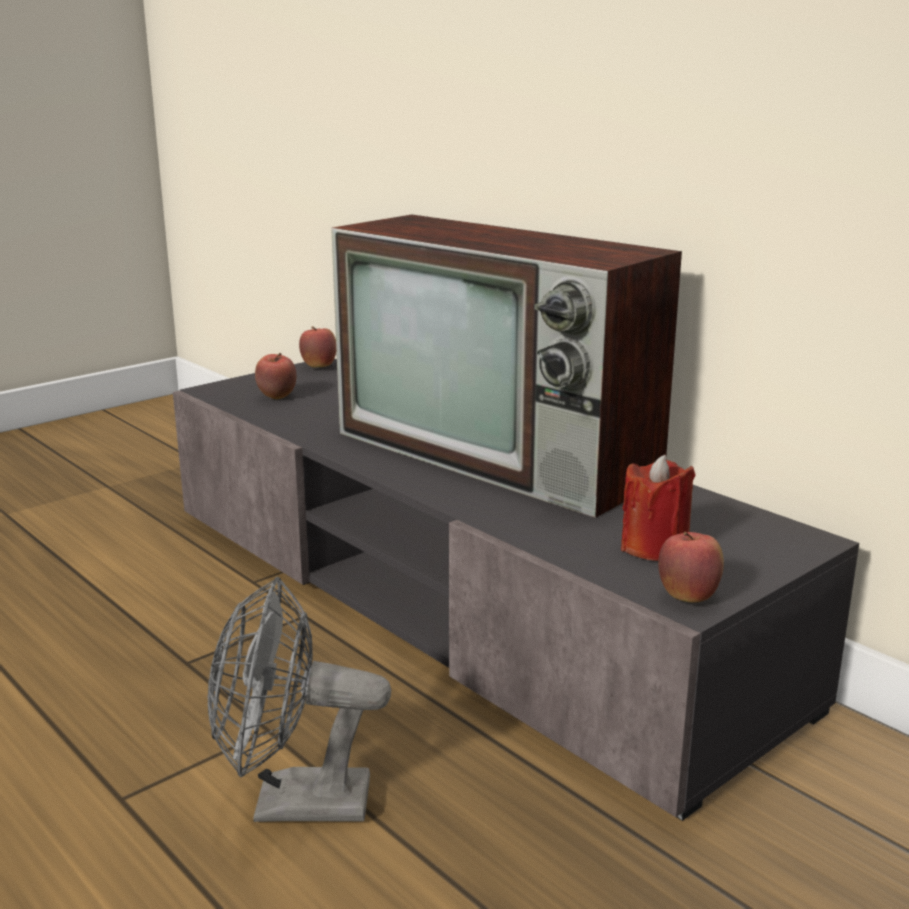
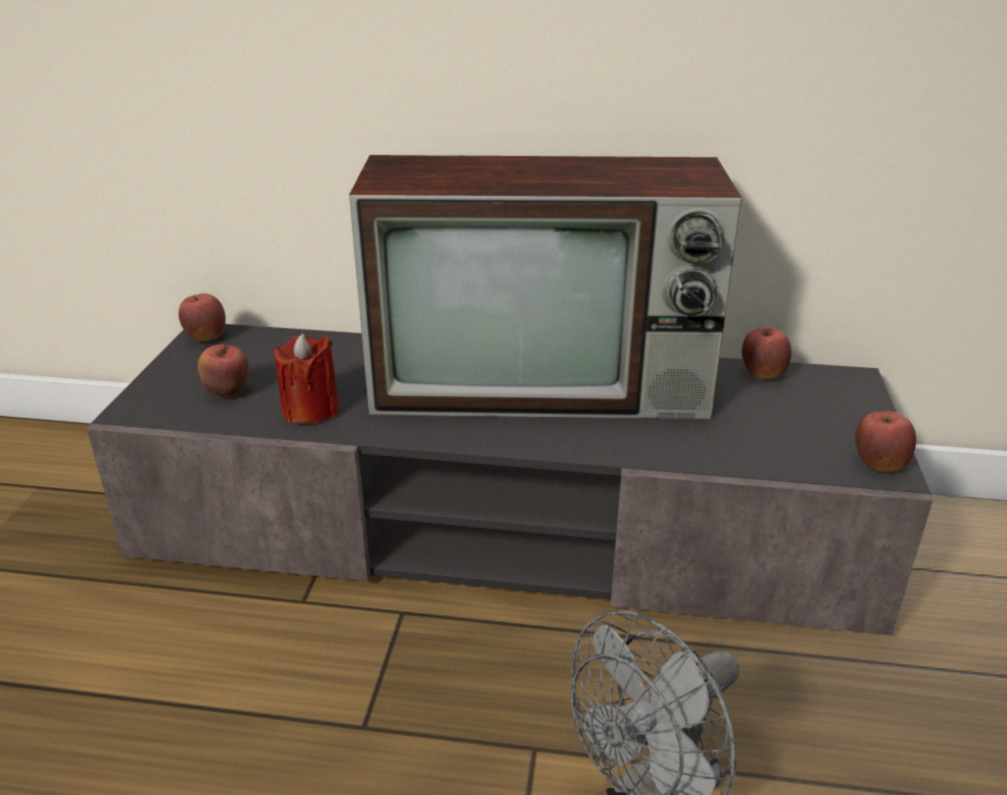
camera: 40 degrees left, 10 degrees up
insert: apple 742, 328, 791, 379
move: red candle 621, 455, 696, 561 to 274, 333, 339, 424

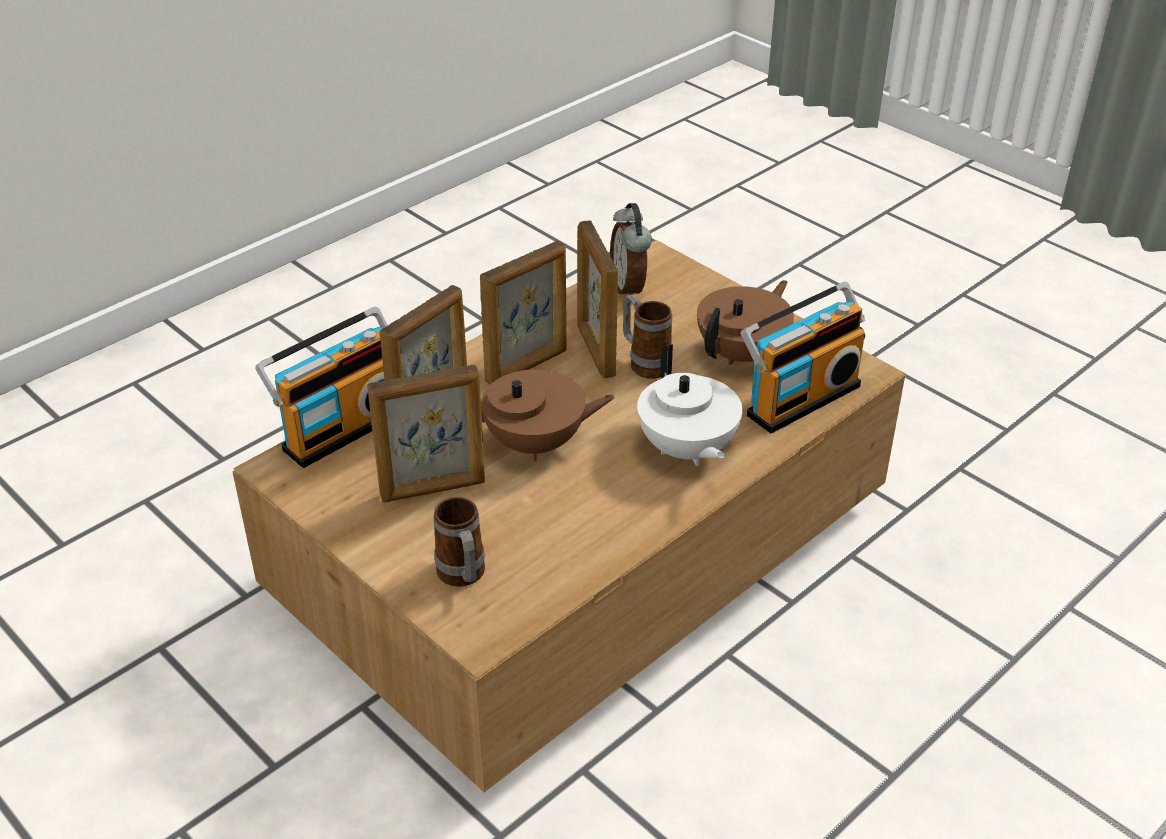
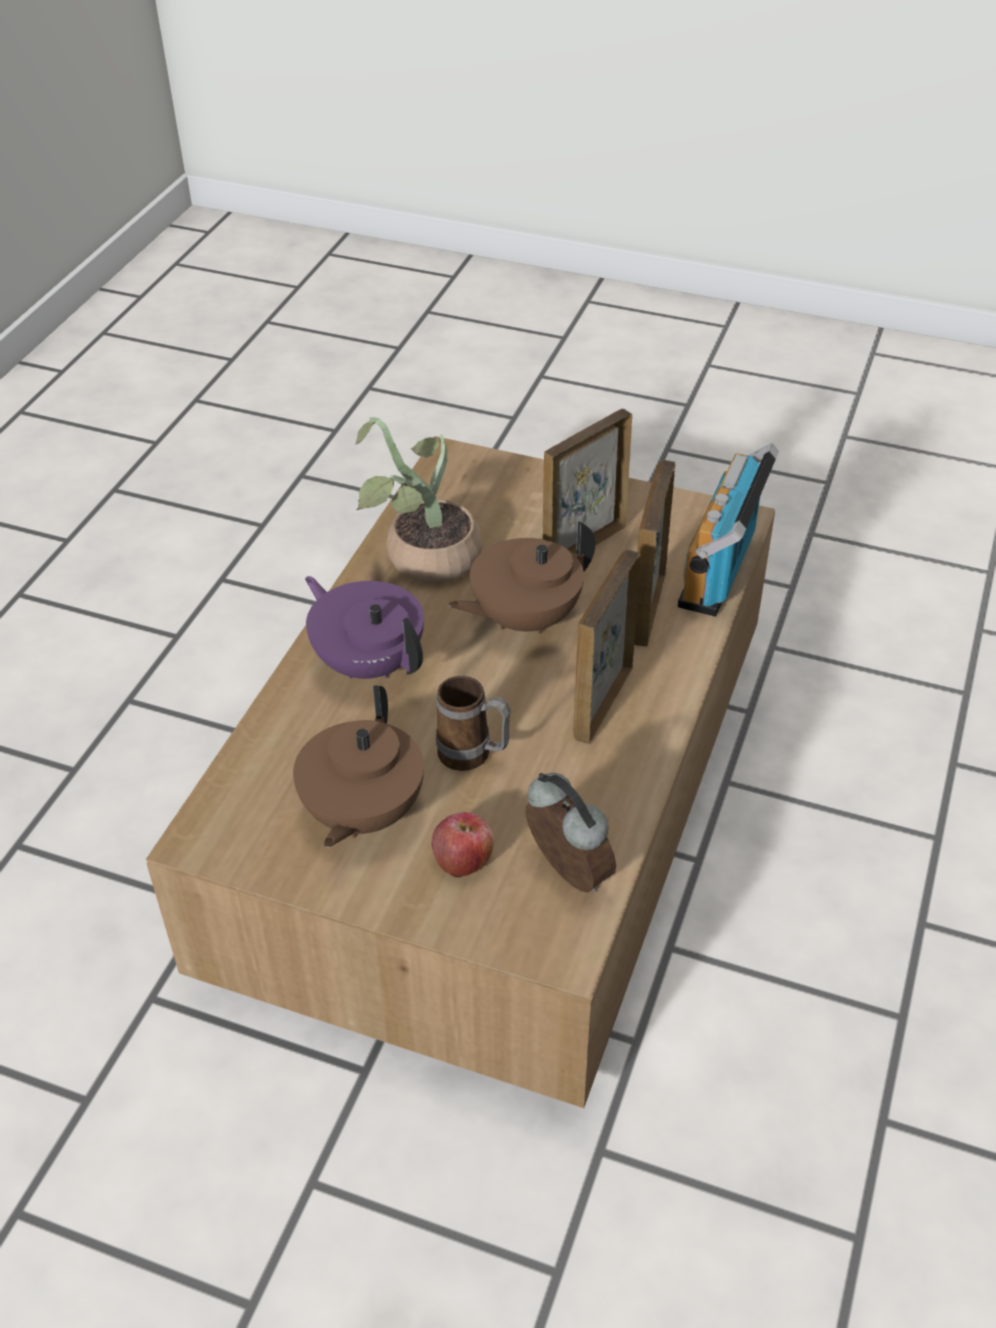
camera: 155 degrees right, 5 degrees up
delete: mug 434, 497, 485, 587; picture frame 577, 220, 618, 378; radio 741, 281, 865, 434
insert: potted plant 356, 417, 482, 583; apple 431, 812, 494, 877
recolor: white teapot 637, 344, 743, 466 to purple teapot 305, 576, 424, 679

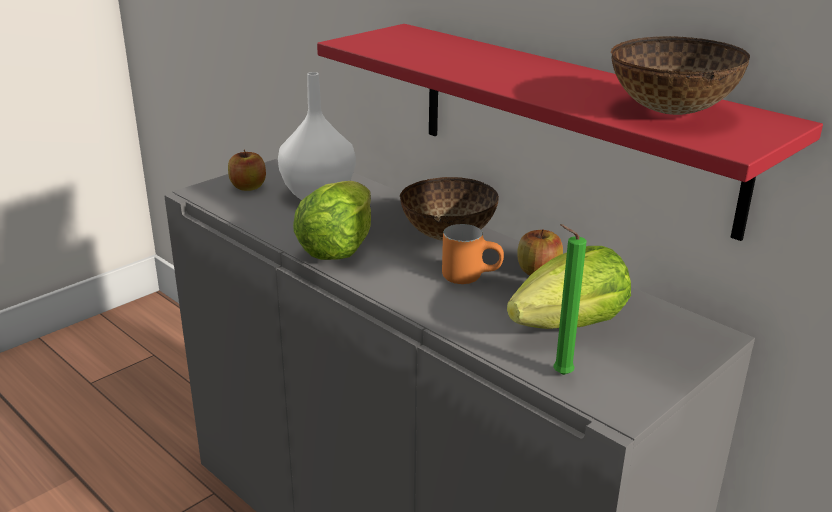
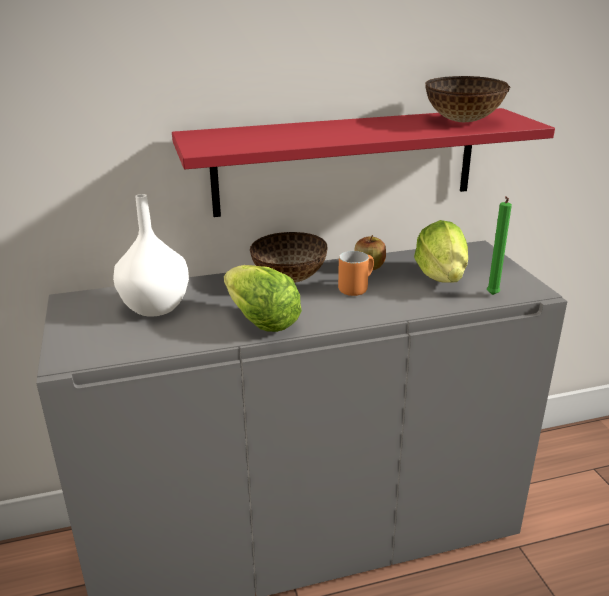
camera: 60 degrees left, 0 degrees up
delete: apple 228, 150, 266, 191

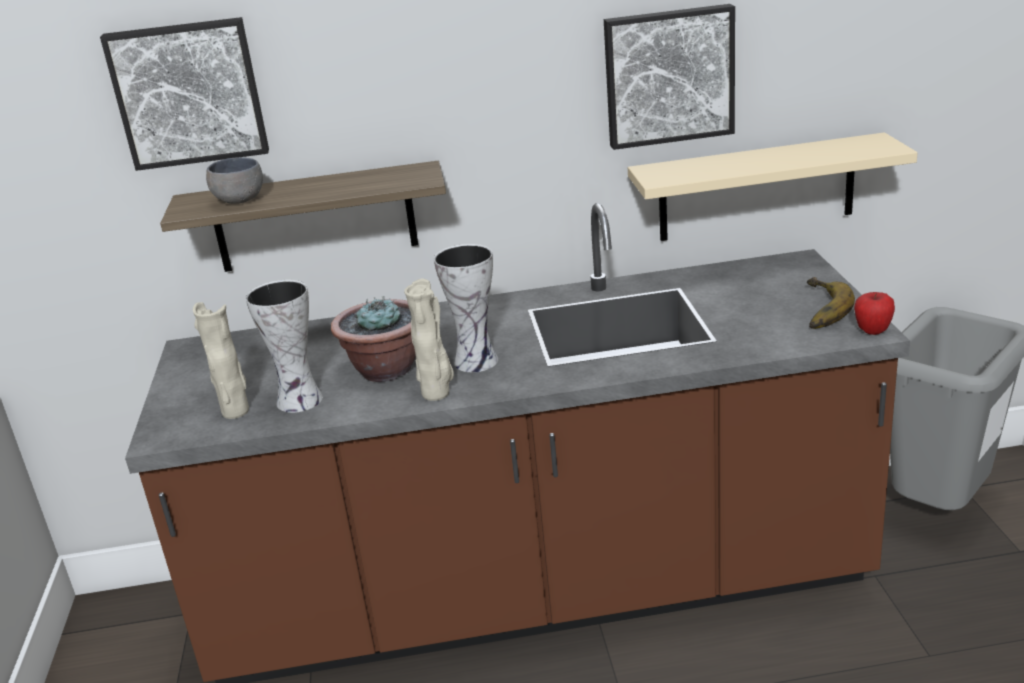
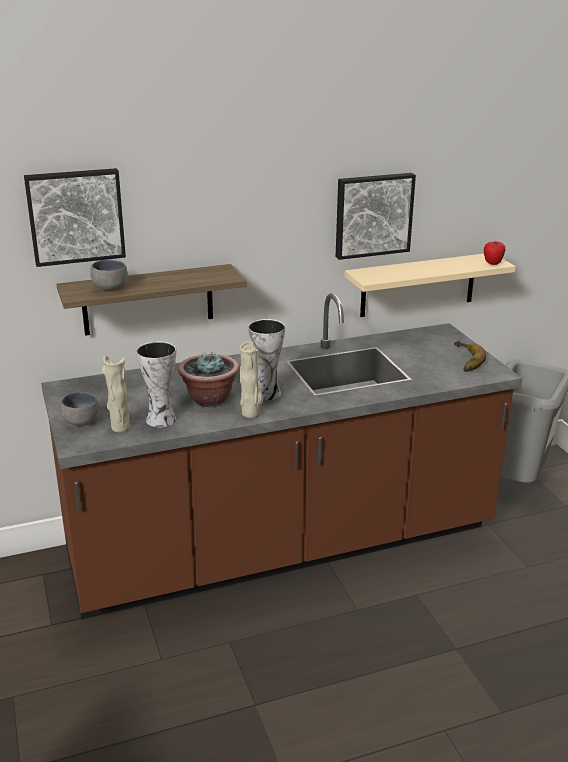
camera: 15 degrees left, 0 degrees up
insert: grey bowl 60, 392, 99, 426
move: apple 854, 292, 895, 335 to 484, 242, 505, 265

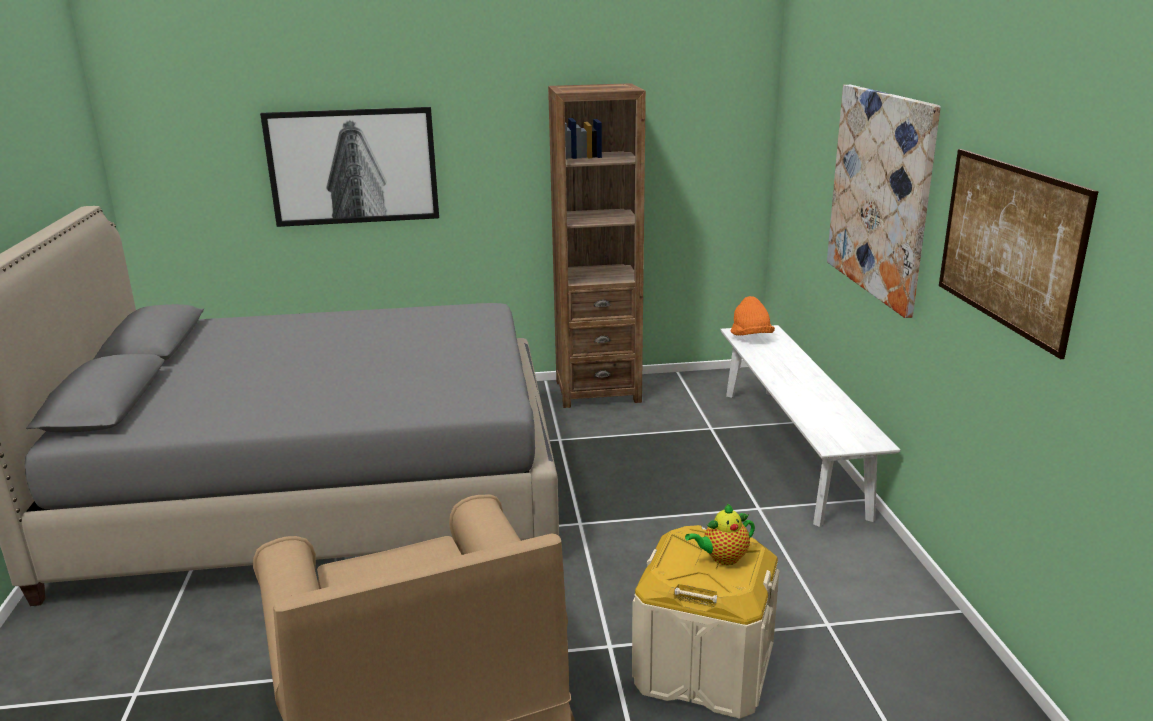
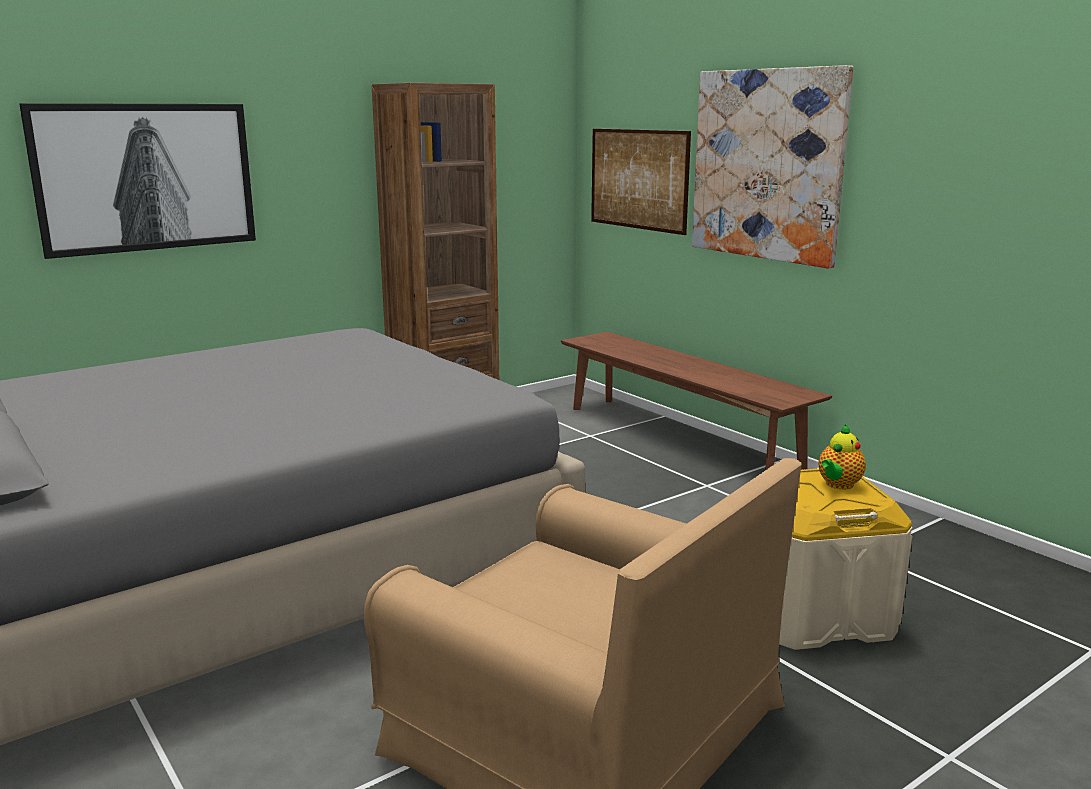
camera: 30 degrees left, 5 degrees down
delete: orange hat 731, 296, 775, 335
move: picture 939, 149, 1098, 359 to 591, 129, 691, 235
recolor: white bench 721, 325, 900, 527 to brown bench 561, 332, 832, 470

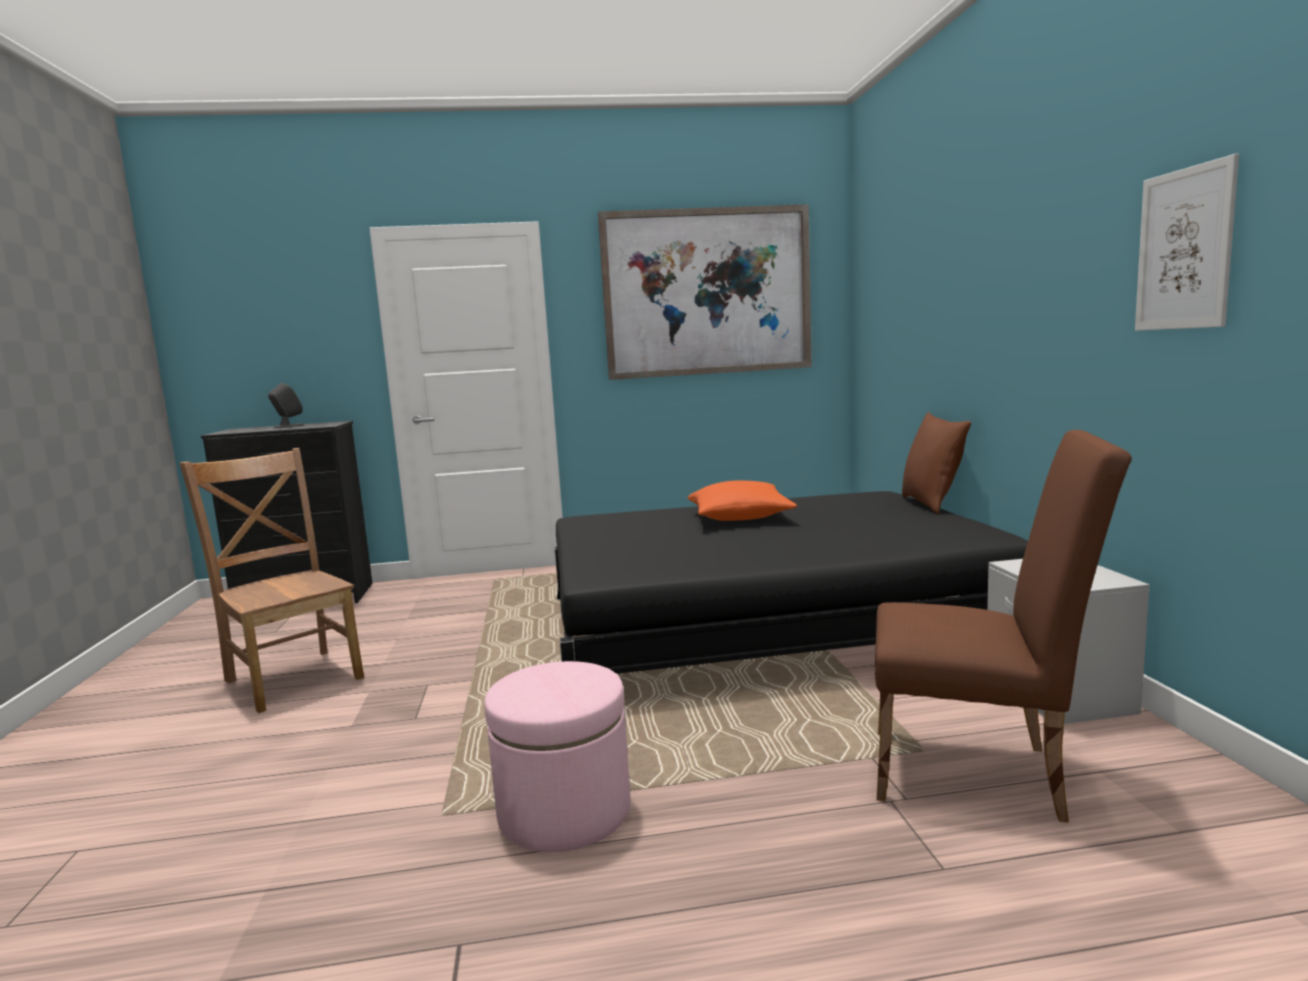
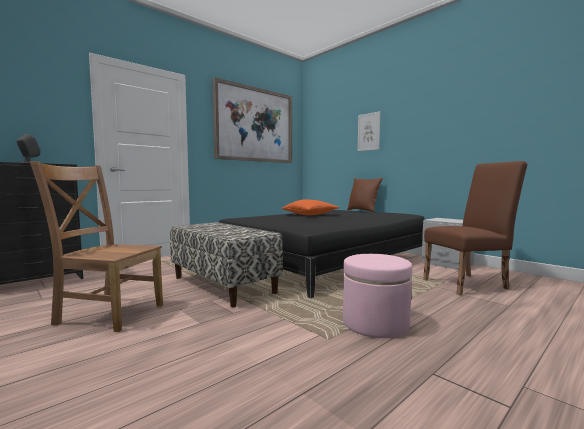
camera: 35 degrees left, 5 degrees down
insert: bench 170, 222, 283, 307
move: picture 1135, 154, 1239, 331 to 358, 111, 380, 151

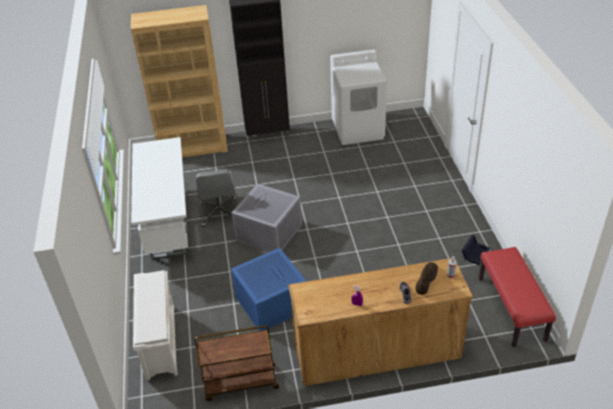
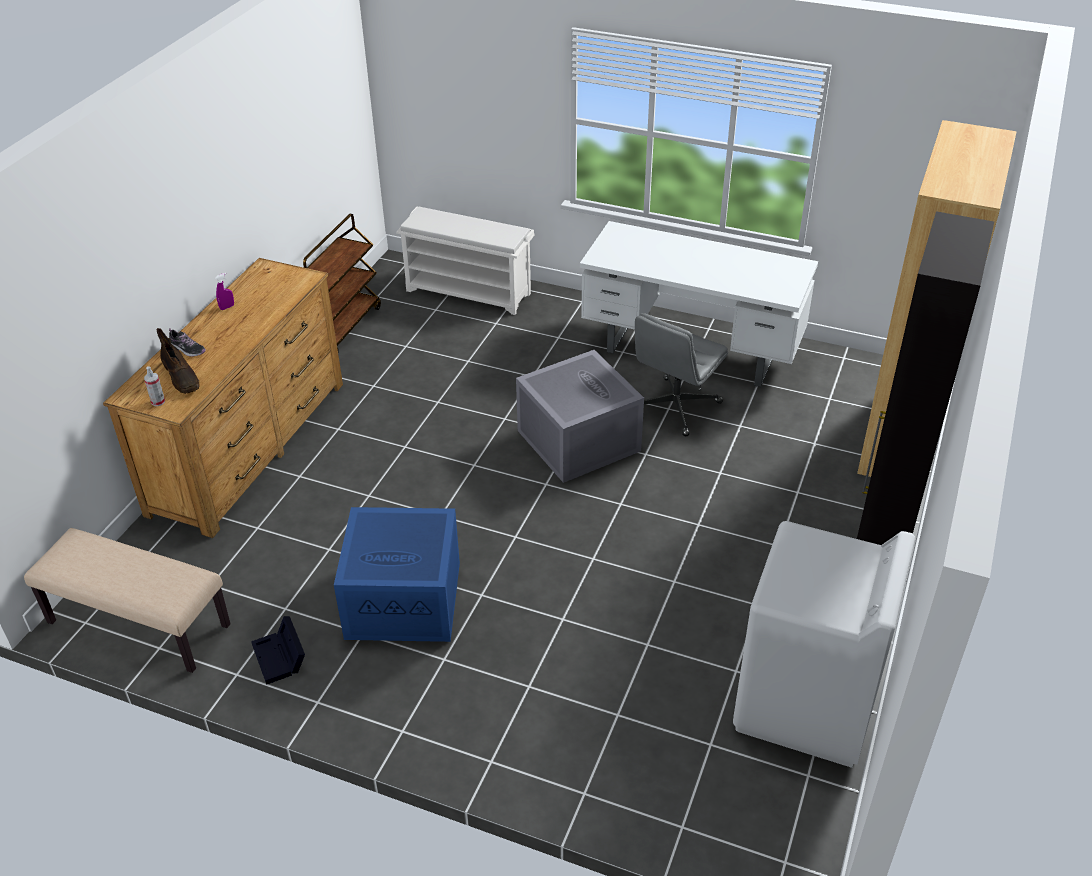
camera: 120 degrees right, 0 degrees up
move: blue storage box 231, 248, 307, 331 to 334, 507, 460, 642
recolor: red bench 479, 247, 556, 347 to beige bench 24, 528, 230, 673
rotate: grey office chair 196, 169, 237, 227 = 635, 313, 728, 437 75 degrees counterclockwise

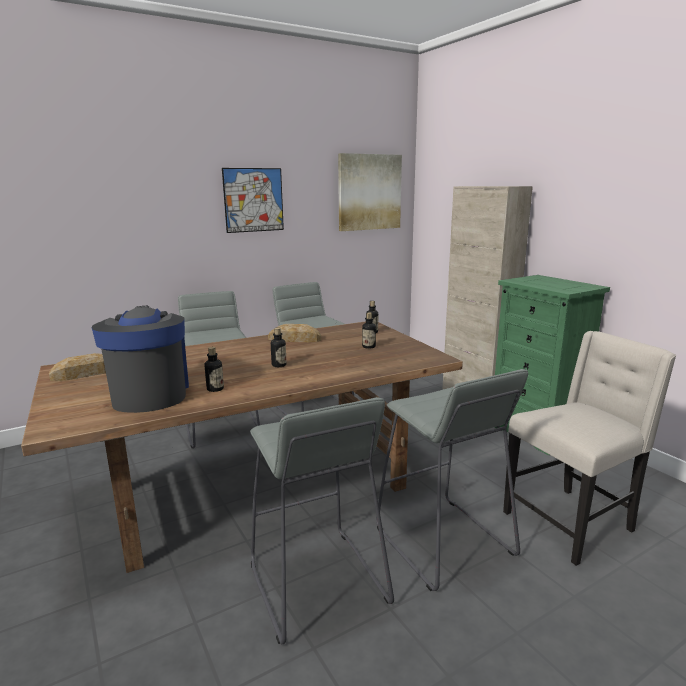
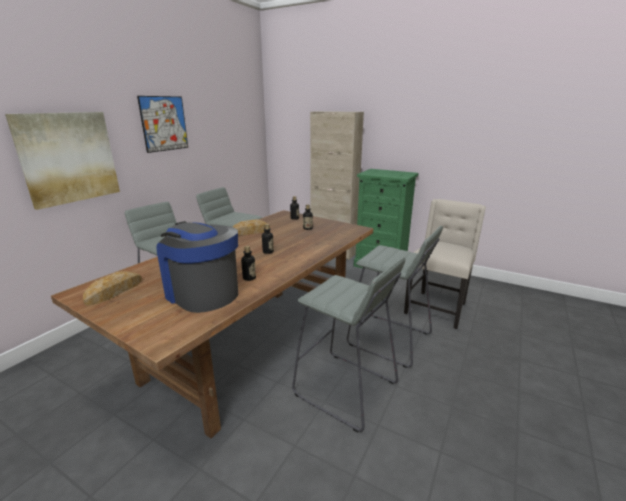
camera: 30 degrees left, 5 degrees up
move: picture 338, 153, 402, 231 to 5, 112, 120, 210

